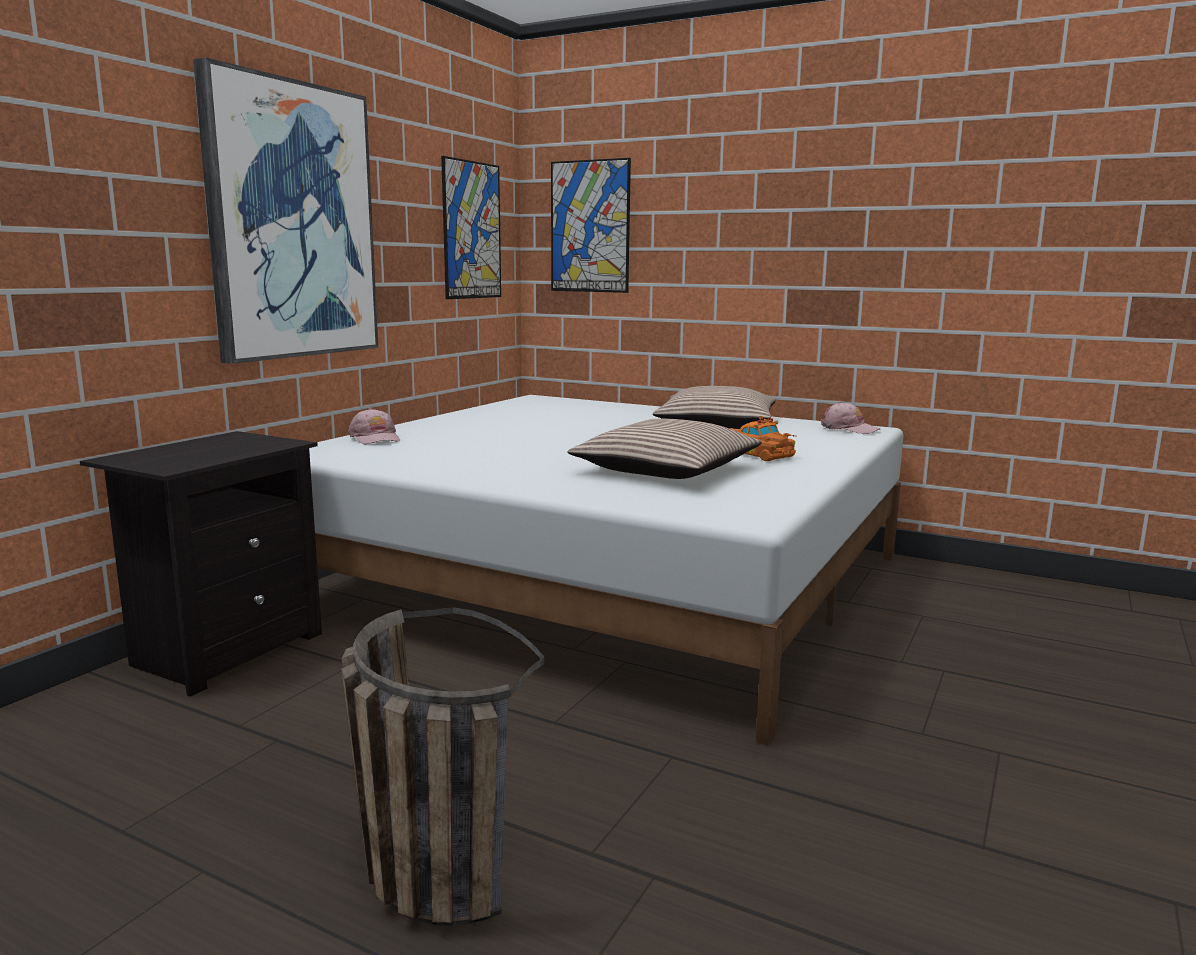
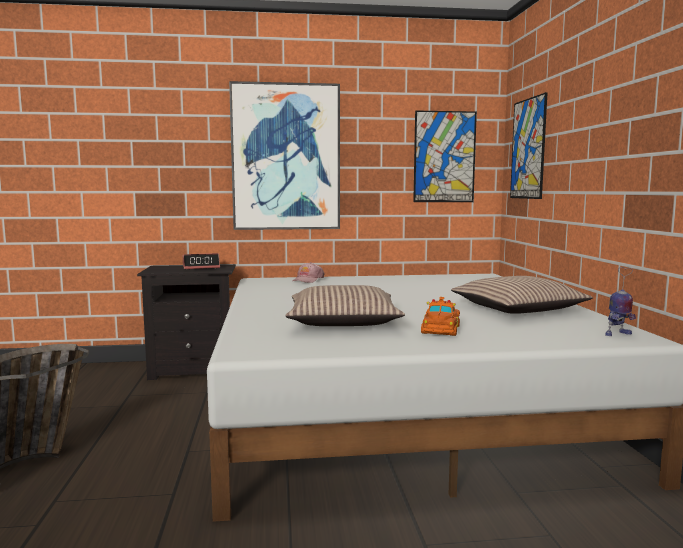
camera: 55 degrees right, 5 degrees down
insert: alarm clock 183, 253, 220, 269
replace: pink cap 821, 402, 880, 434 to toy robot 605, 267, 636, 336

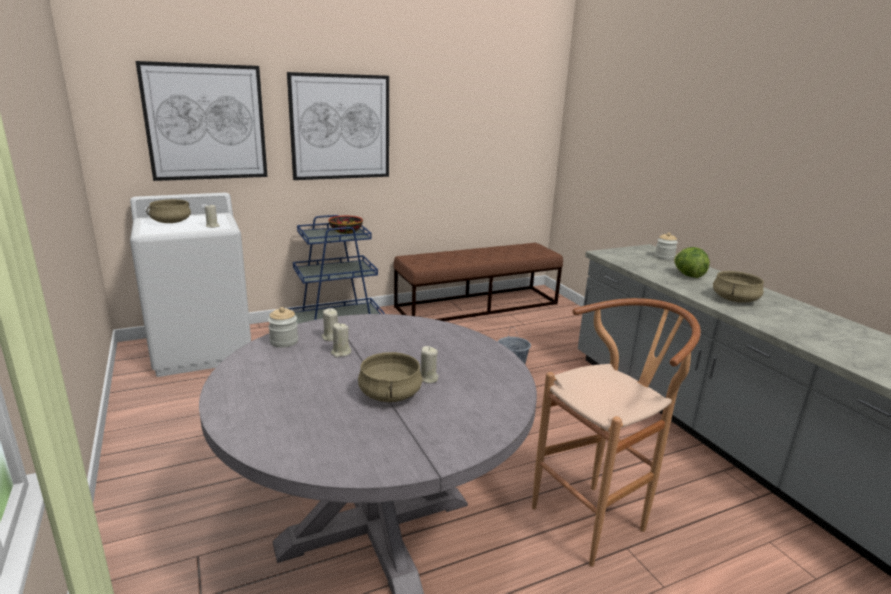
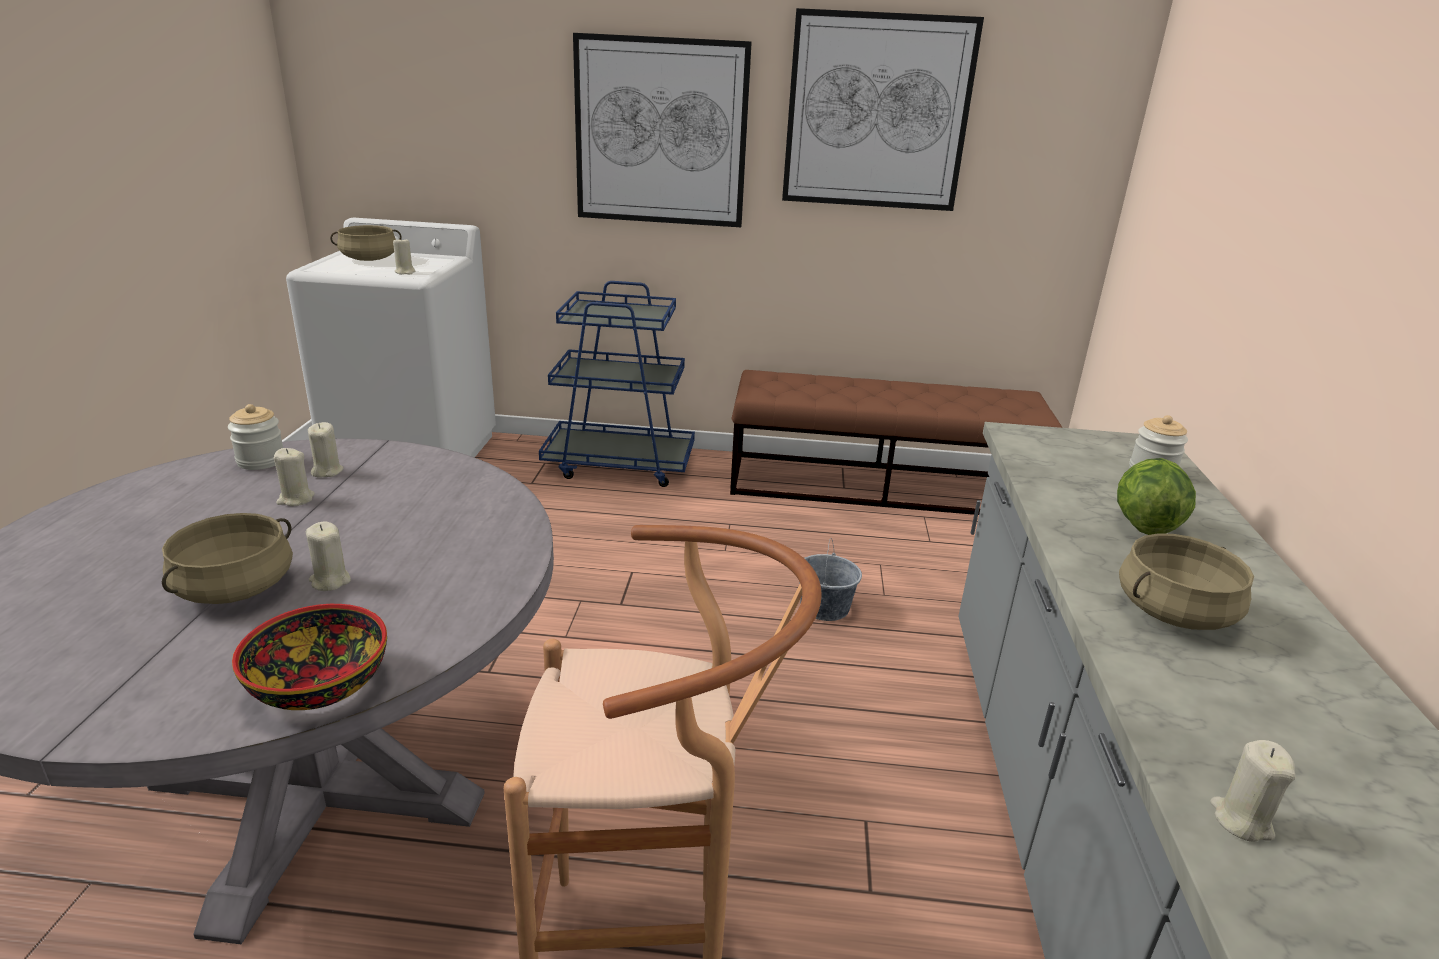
camera: 30 degrees right, 5 degrees up
insert: beige candle 1210, 740, 1295, 842
move: picture 136, 61, 268, 181 to 782, 8, 984, 211; bowl 328, 215, 363, 234 to 232, 604, 387, 710

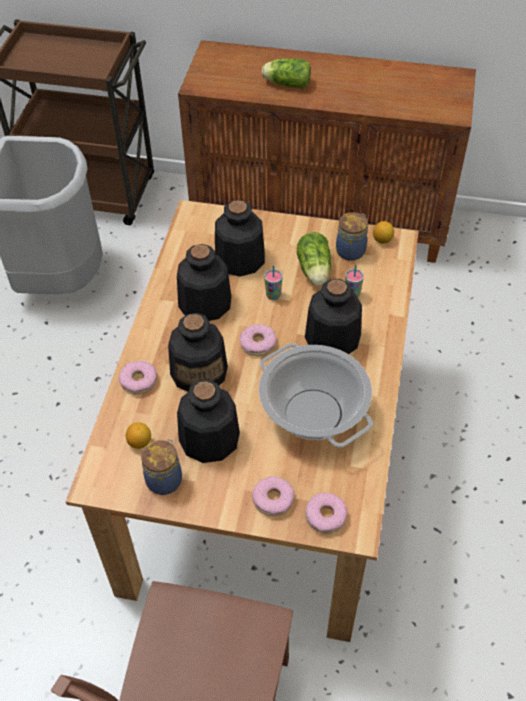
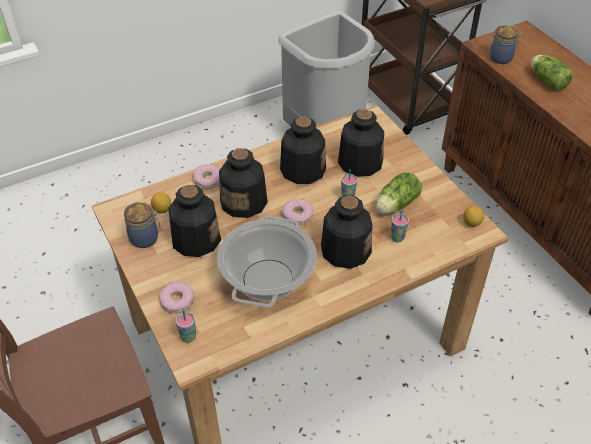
camera: 50 degrees right, 5 degrees down
move: jar 336, 212, 368, 261 to 490, 25, 521, 64
replace: donut 305, 492, 348, 534 to cup 175, 310, 196, 343

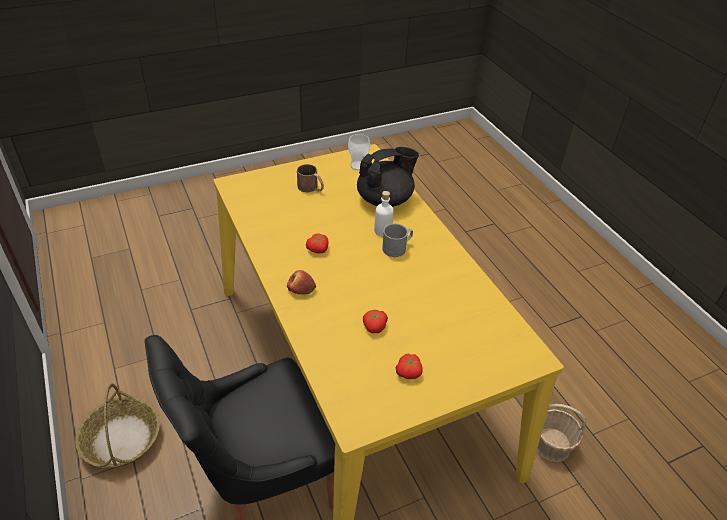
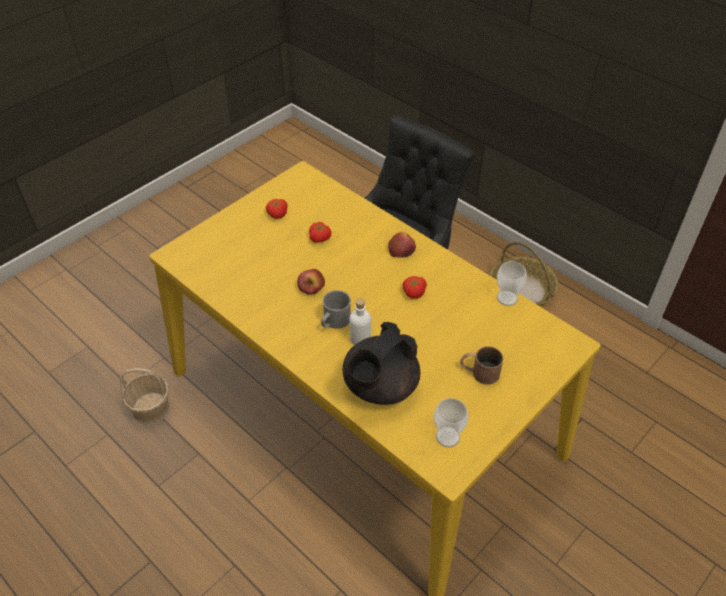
camera: 160 degrees right, 5 degrees up
insert: apple 298, 269, 325, 295; cup 497, 261, 527, 306

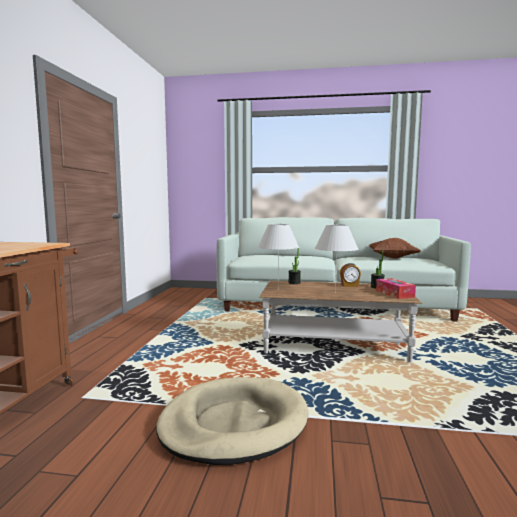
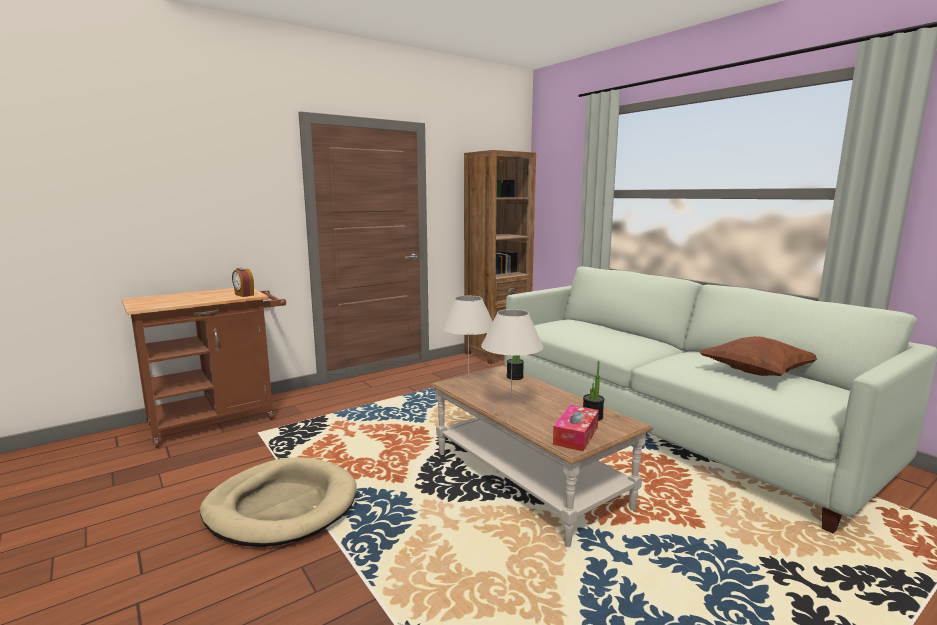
camera: 45 degrees right, 5 degrees up
insert: brown bookcase 464, 150, 536, 364
move: alarm clock 340, 263, 361, 287 to 232, 268, 254, 297

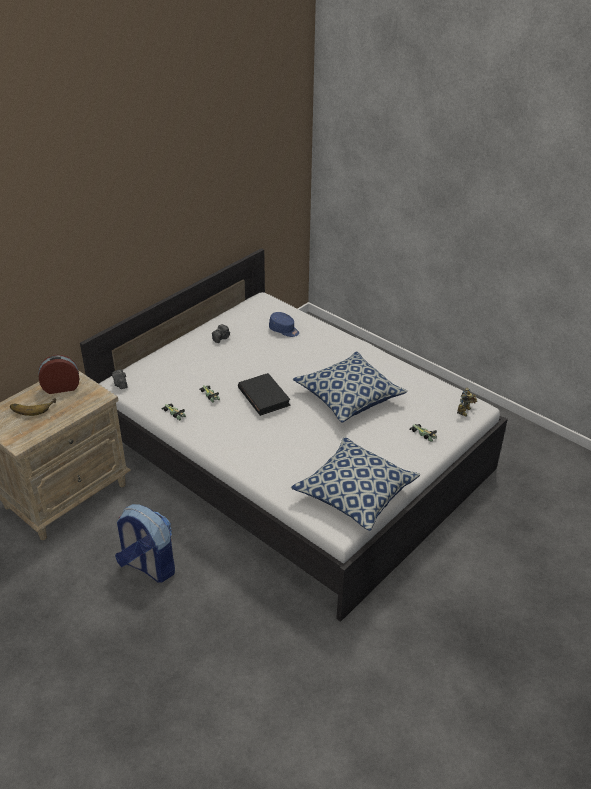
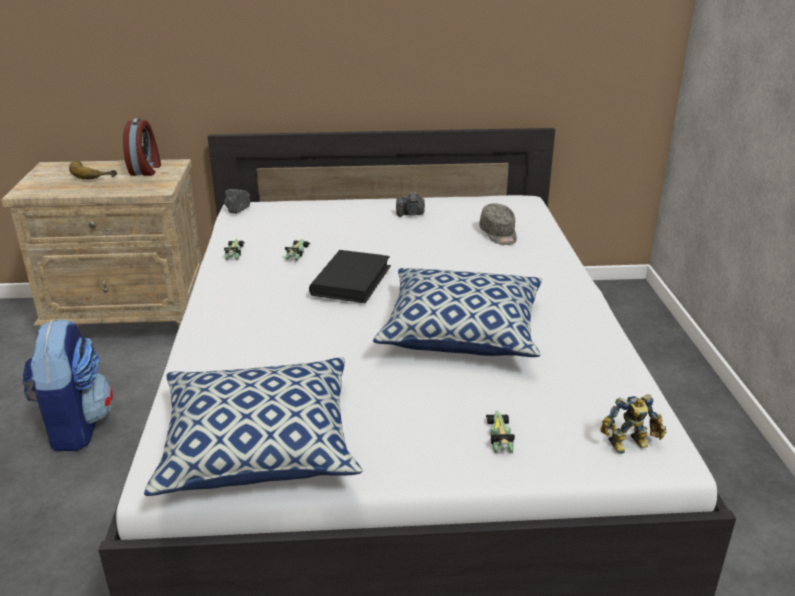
camera: 45 degrees right, 10 degrees down
recolor: blue cap 269, 312, 299, 337 to grey cap 479, 203, 517, 245
rotate: alarm clock 38, 355, 79, 394 = 123, 118, 161, 176 60 degrees clockwise

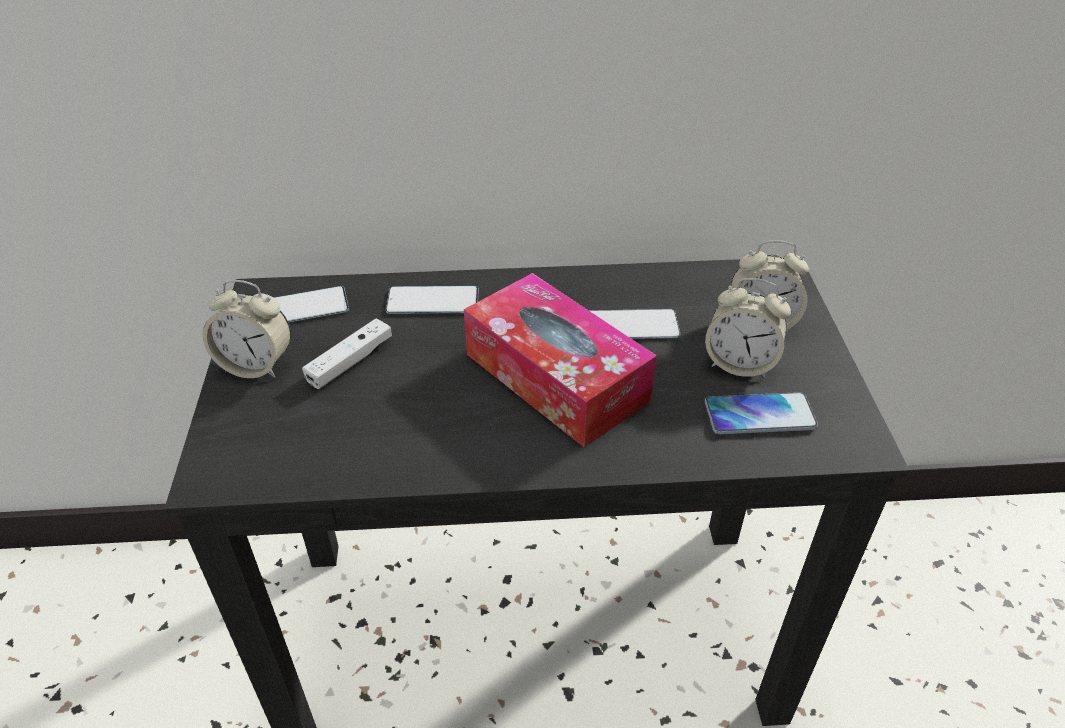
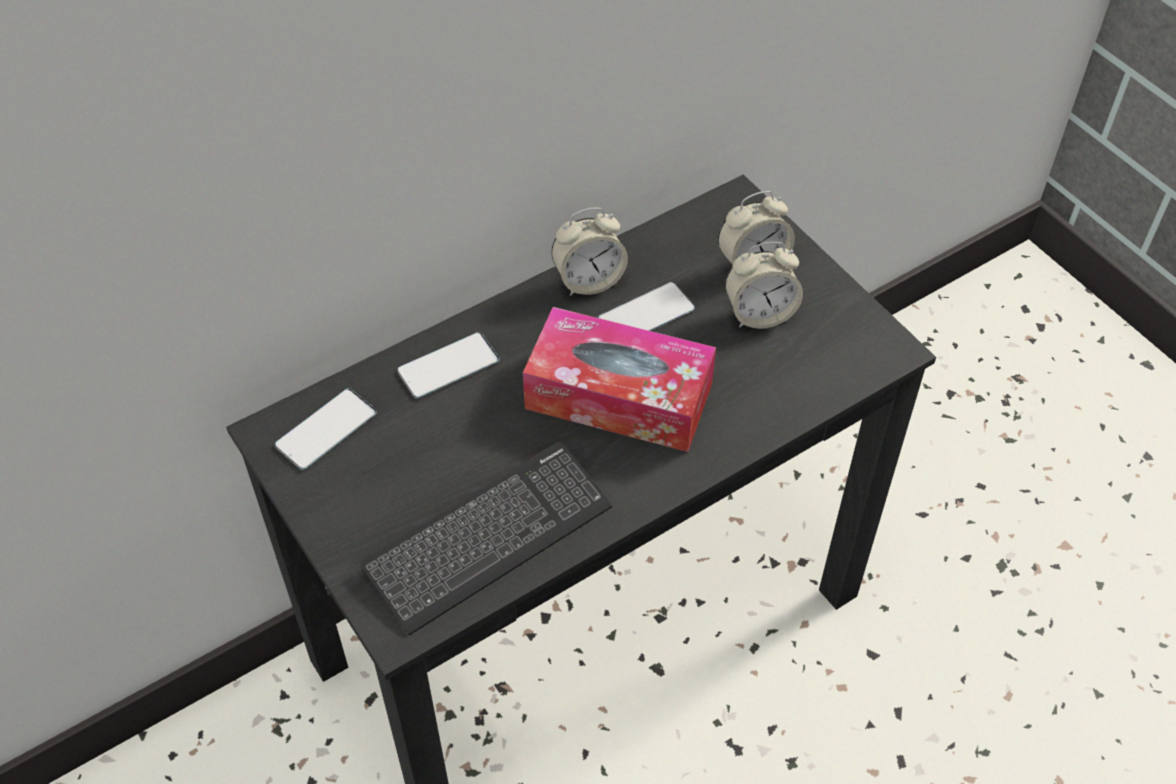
camera: 30 degrees left, 10 degrees up
delete: white game controller 302, 319, 392, 389; phone 705, 392, 818, 434
insert: keyboard 360, 442, 612, 635
move: alarm clock 203, 280, 291, 378 to 551, 208, 628, 296

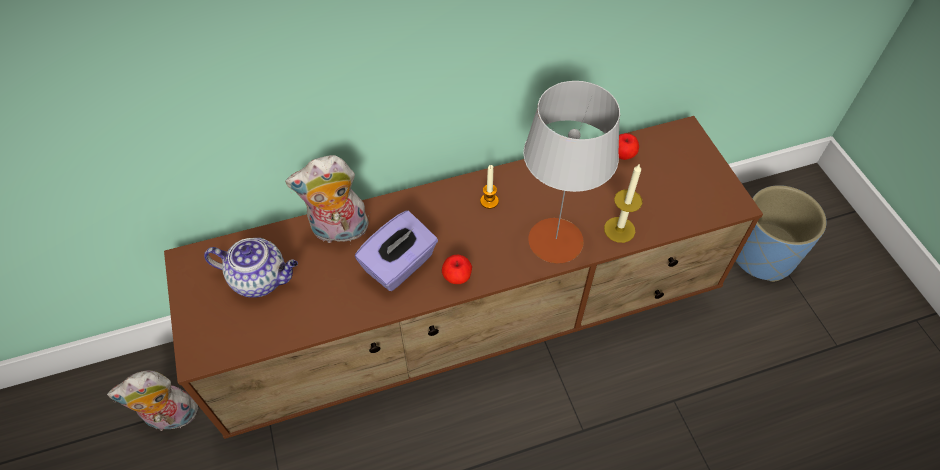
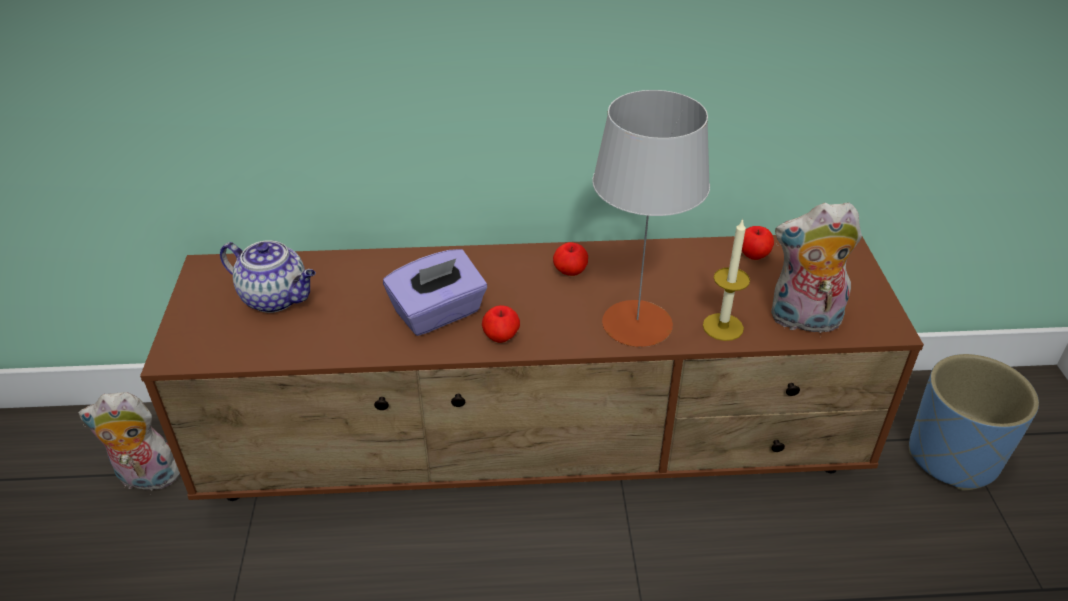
camera: 15 degrees right, 15 degrees down
move: plush toy 285, 155, 369, 243 to 771, 202, 862, 333
replace: candle 480, 165, 499, 209 to apple 553, 242, 588, 276

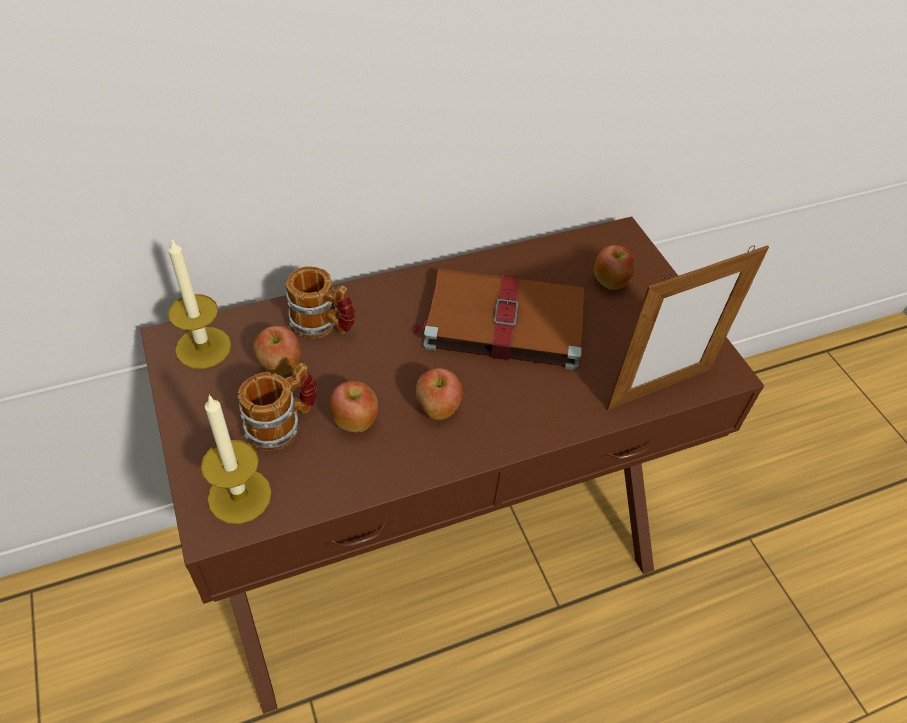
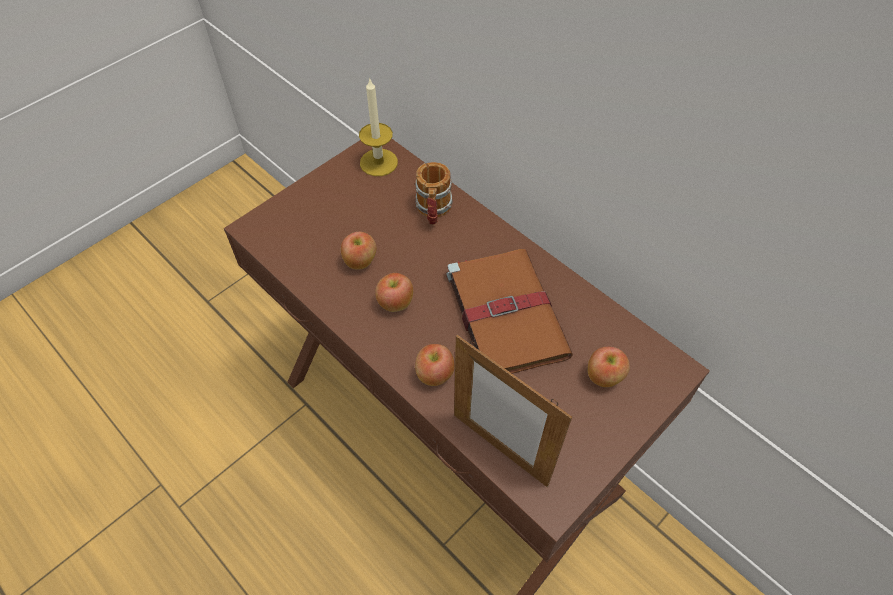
camera: 70 degrees right, 5 degrees up
delete: candle 201, 394, 272, 524; mug 238, 363, 317, 451
move: apple 253, 326, 300, 375 to 415, 344, 455, 386

